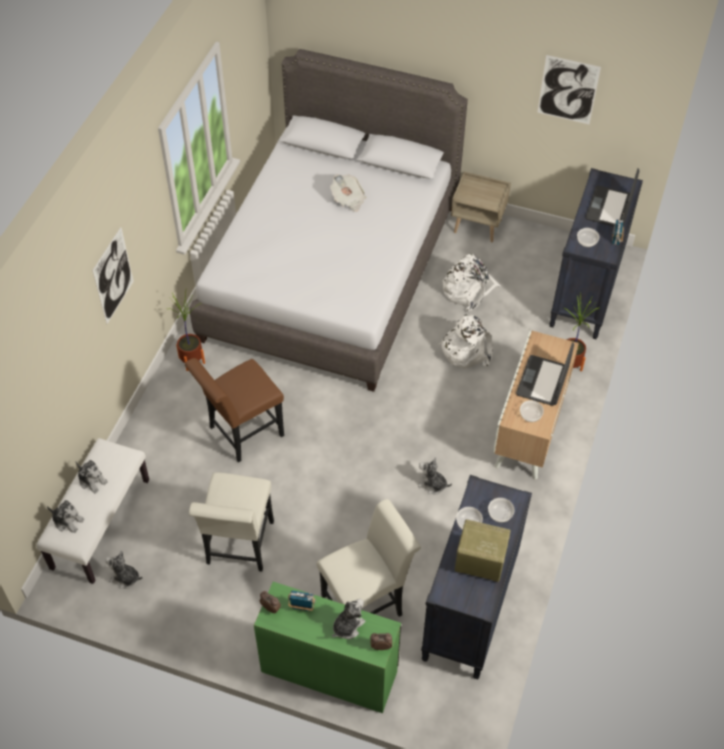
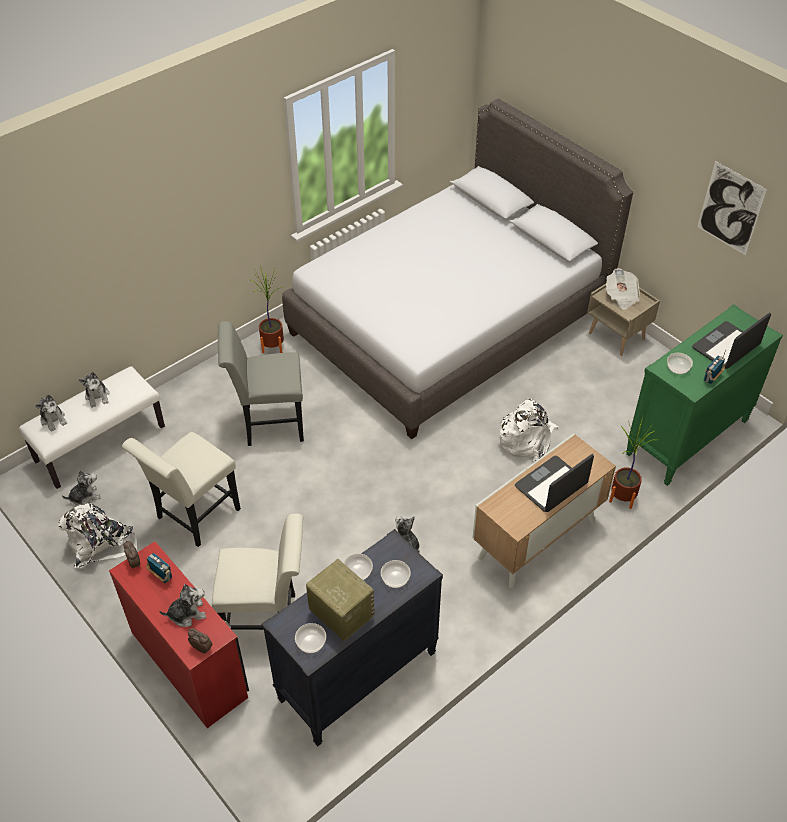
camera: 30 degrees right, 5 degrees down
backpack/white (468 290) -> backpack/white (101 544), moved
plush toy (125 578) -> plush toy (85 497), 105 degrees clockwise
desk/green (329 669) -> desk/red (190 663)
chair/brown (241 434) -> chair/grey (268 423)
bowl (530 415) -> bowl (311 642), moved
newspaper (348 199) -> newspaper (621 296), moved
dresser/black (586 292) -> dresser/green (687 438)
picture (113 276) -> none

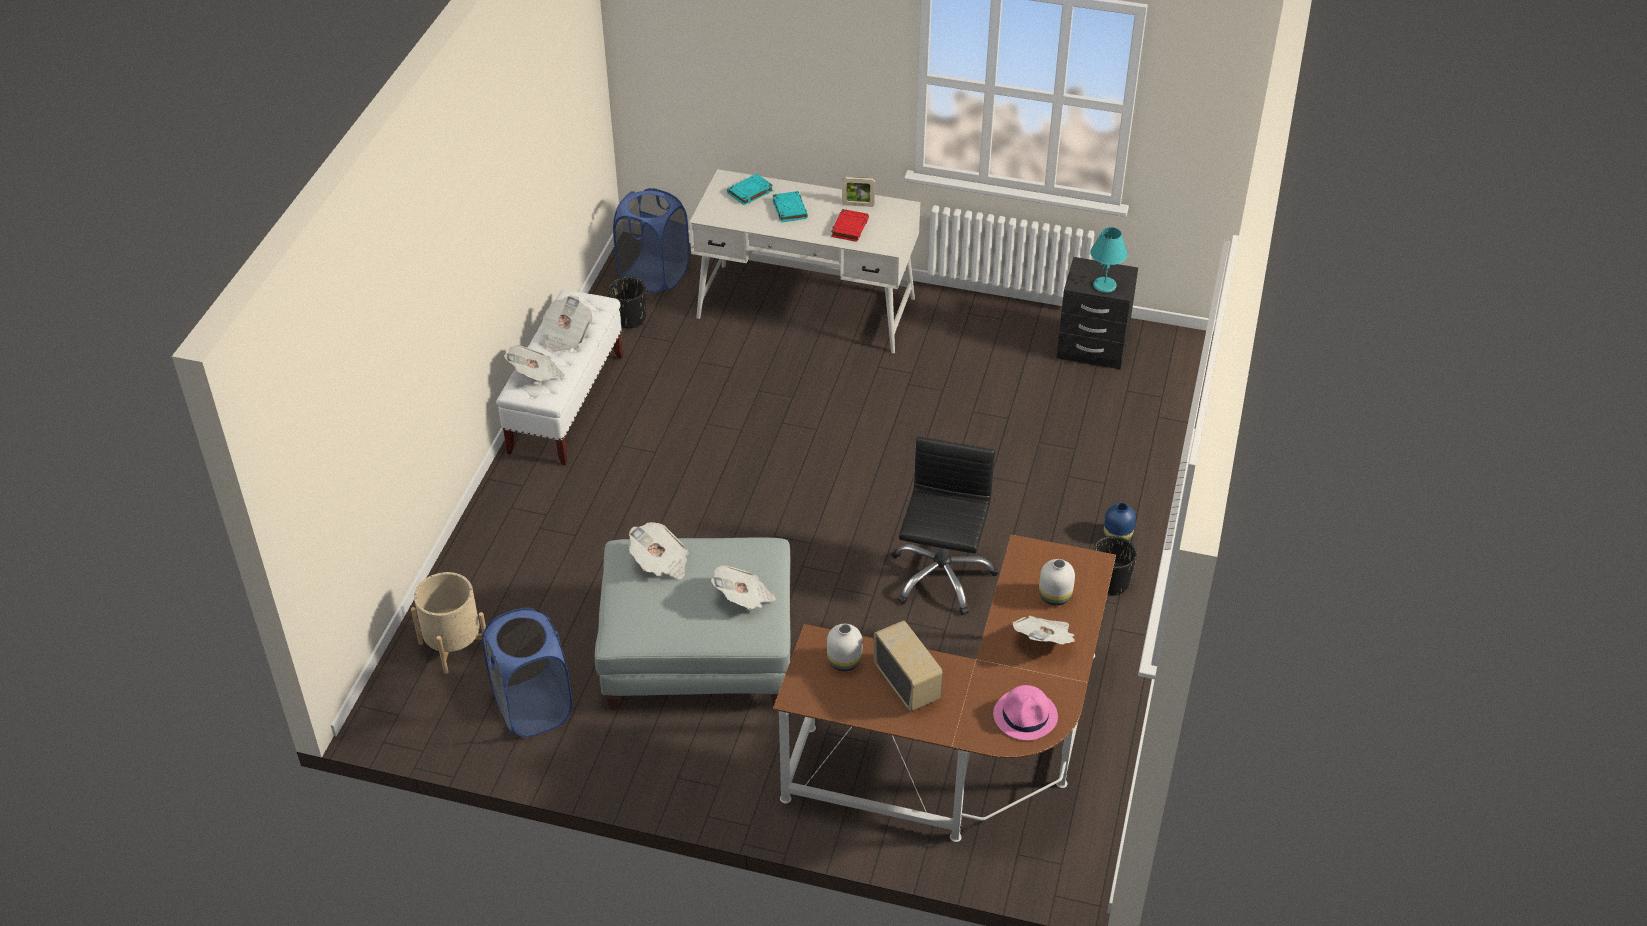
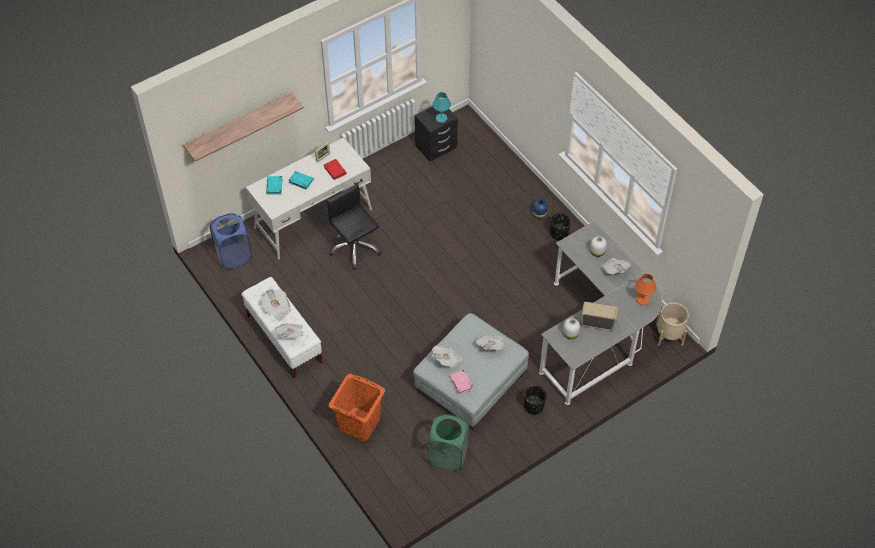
camera: 50 degrees left, 10 degrees up
none -> shelf (239 125)
office chair/black (941 576) -> office chair/black (355 248), moved
none -> laundry basket/orange (359 424)
laundry basket/blue (533 707) -> laundry basket/green (448 455)
none -> book/pink (461 383)
planter/black (629 319) -> planter/black (533 406), moved
desk/brown (966 753) -> desk/grey (596 334)
hat/pink (1026 716) -> table lamp/orange (642 299)
planter/beige (454 645) -> planter/beige (669 335), moved

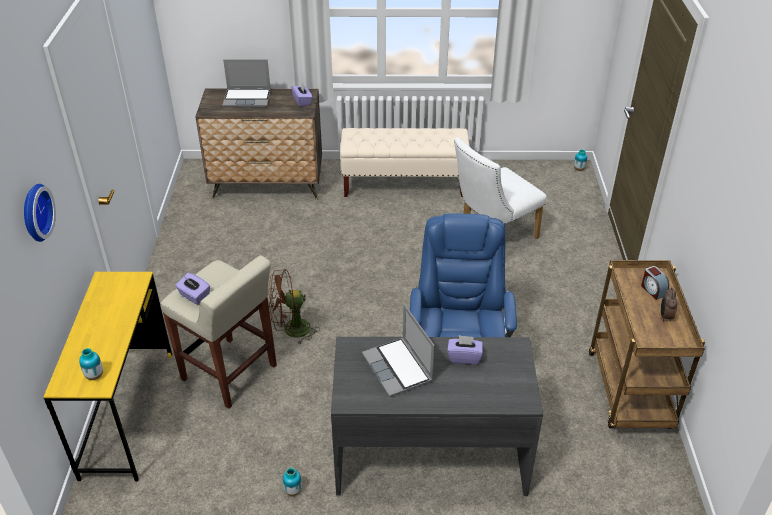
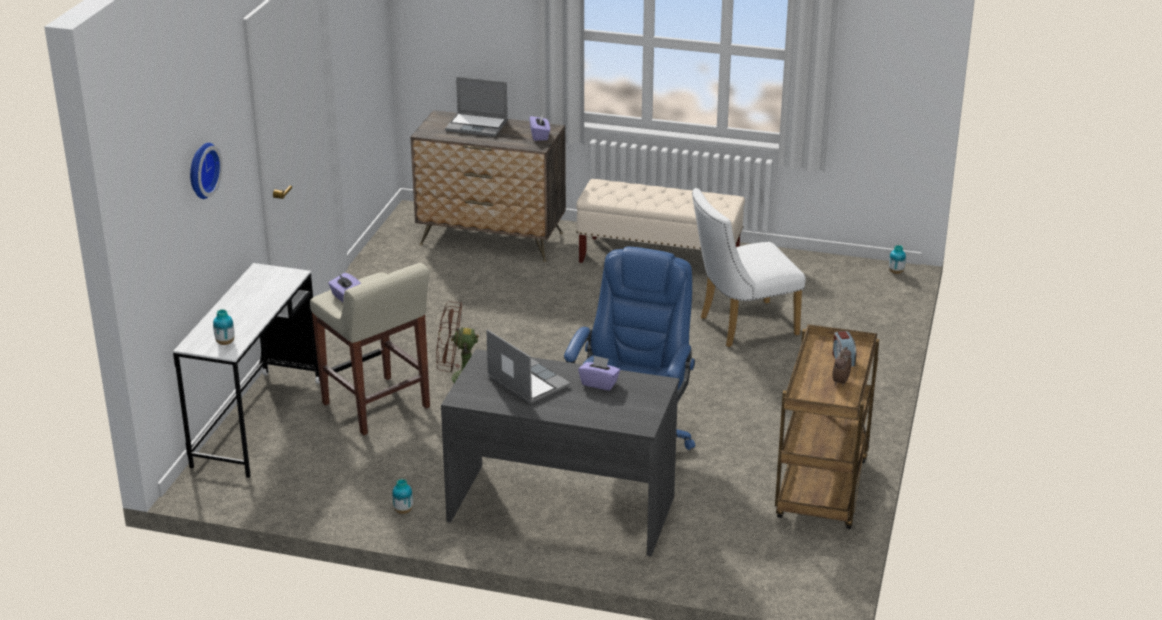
camera: 15 degrees right, 10 degrees down
desk/yellow (128 413) -> desk/white (257 423)
laptop (399 368) -> laptop (526 382), 150 degrees clockwise

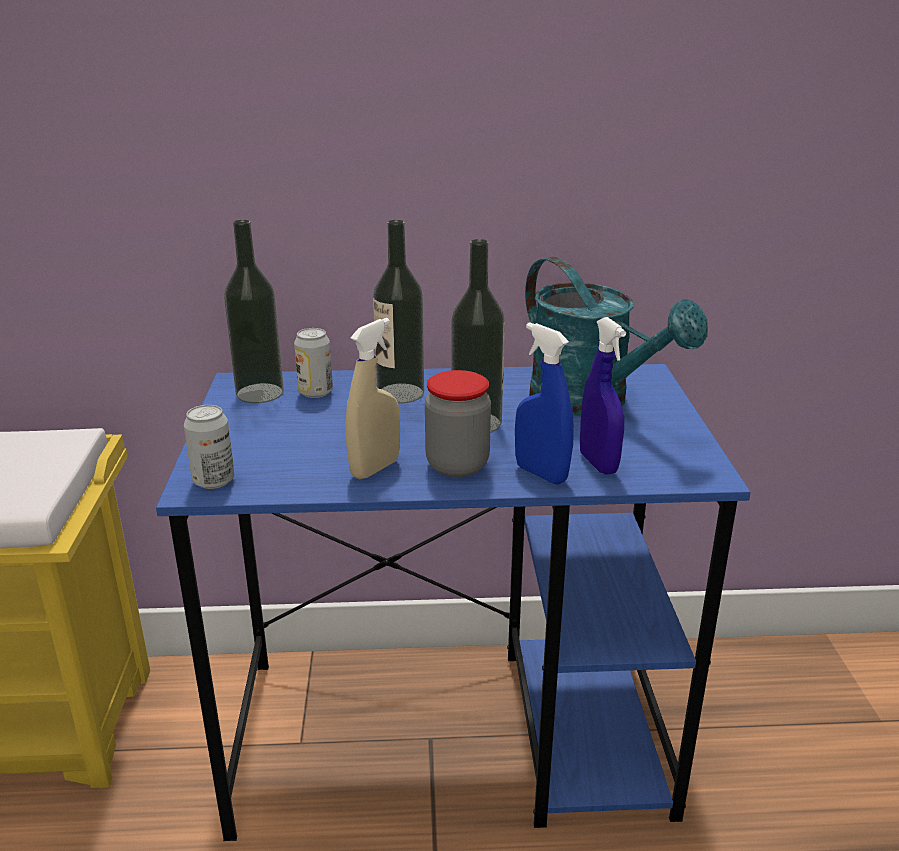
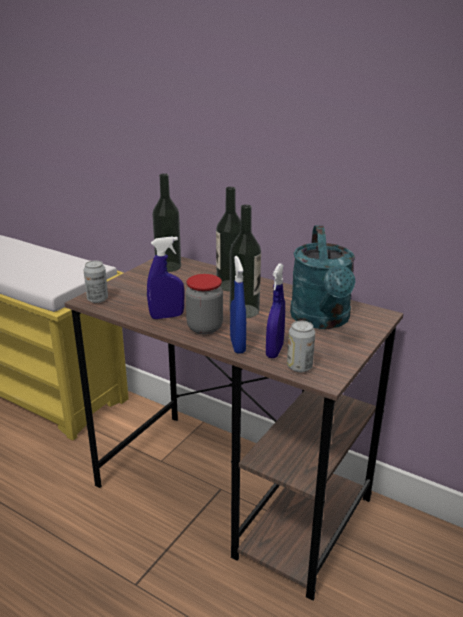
camera: 35 degrees right, 0 degrees up
desk/blue (453 735) -> desk/brown (232 493)
spray bottle/beige (375 468) -> spray bottle/blue (167 316)
can (315 392) -> can (299 367), moved

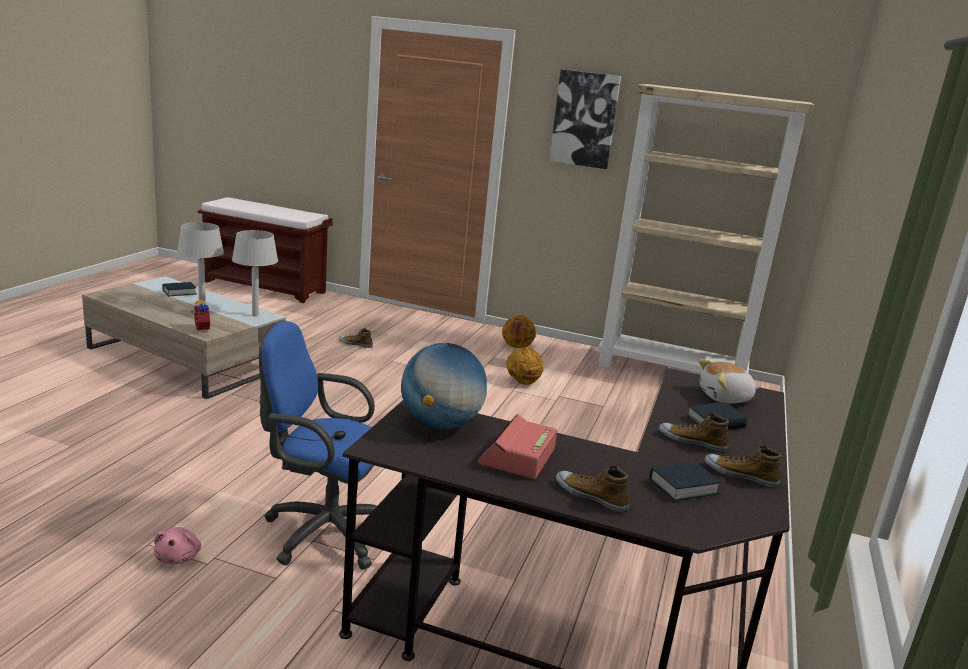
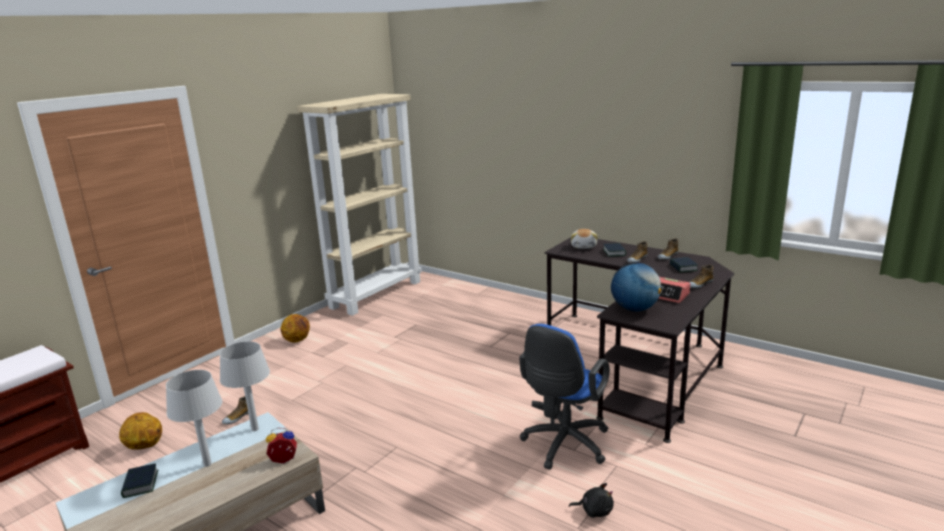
camera: 70 degrees left, 0 degrees up
basketball (522 382) -> basketball (144 446), moved
plush toy/pink (178 557) -> plush toy/black (594 510)
picture (584 119) -> none

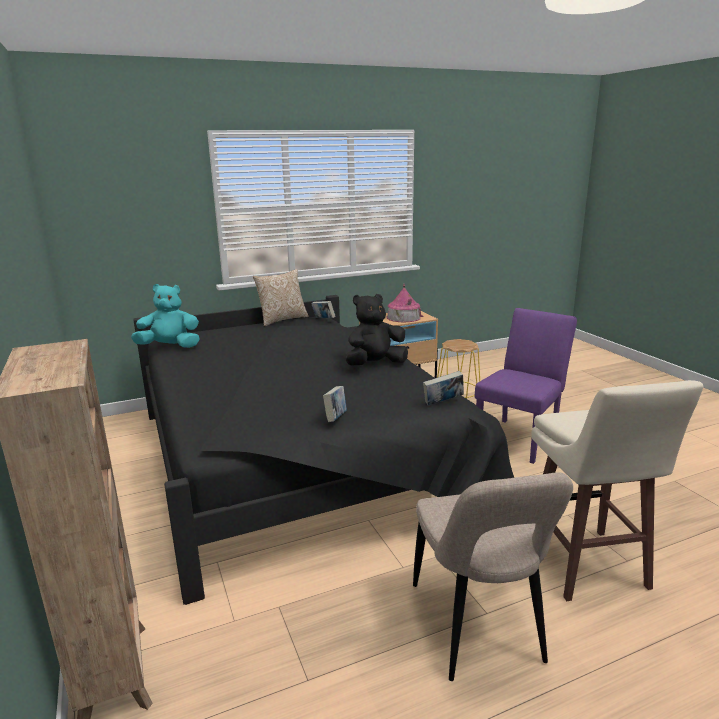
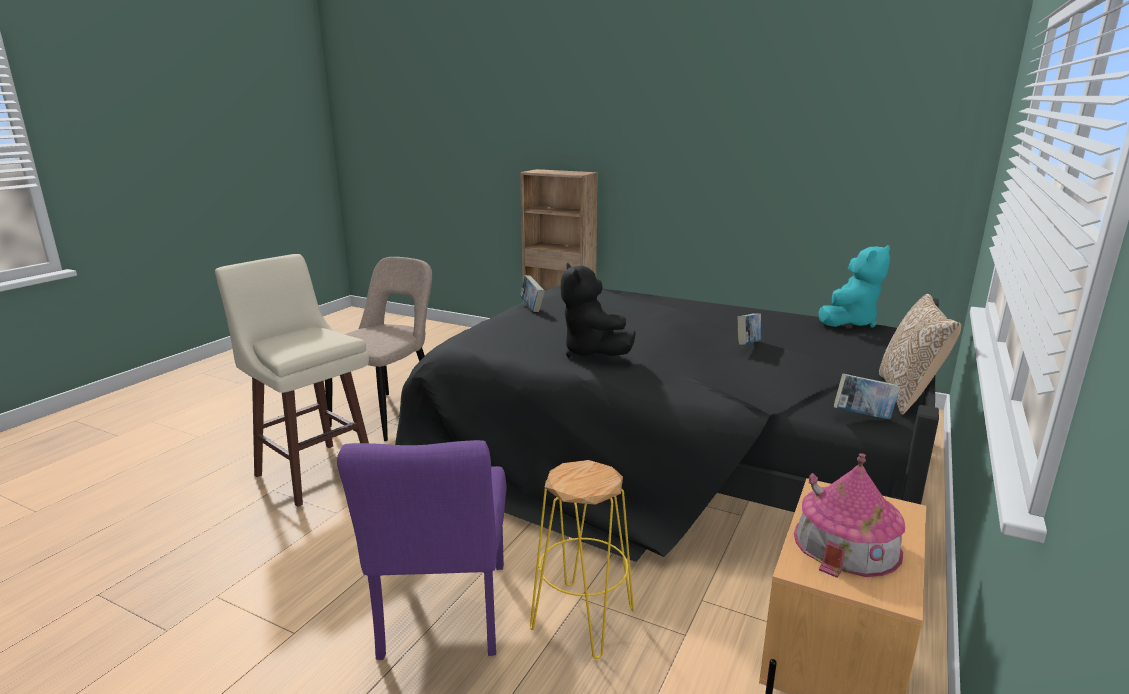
camera: 140 degrees right, 0 degrees up
chair/beige (478 627) -> chair/beige (390 414), 75 degrees clockwise
plush toy/black (375 364) -> plush toy/black (592 353), 135 degrees clockwise
book (443 403) -> book (748 345), moved

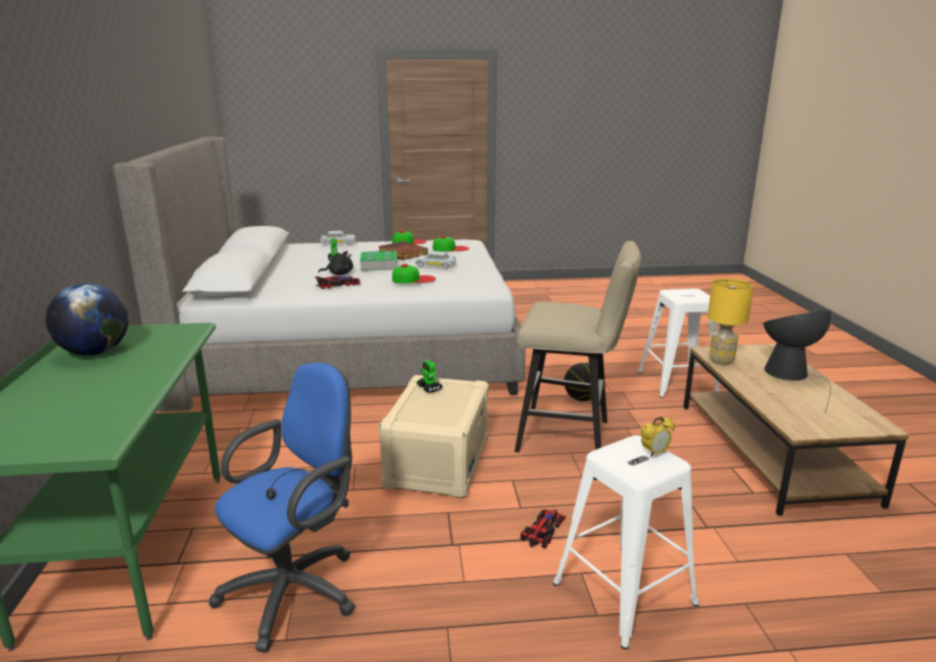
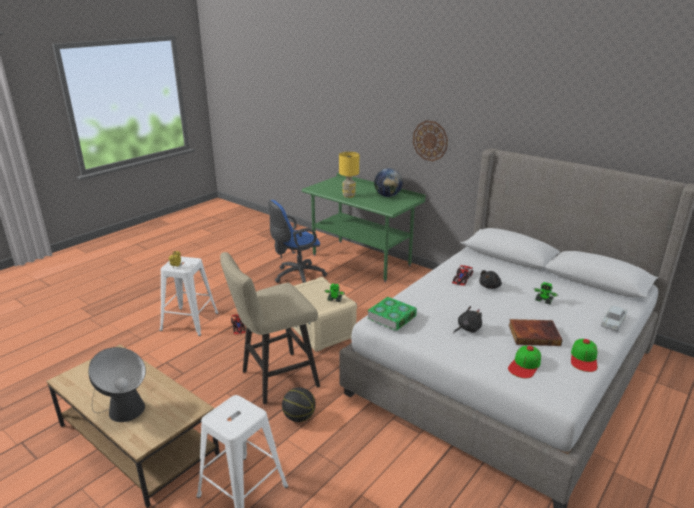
camera: 135 degrees right, 5 degrees up
office chair/blue (297 589) -> office chair/blue (297 276), 60 degrees clockwise
table lamp/yellow (720 361) -> table lamp/yellow (349 196), moved
book (379 265) -> book (391 317), moved
none -> wall clock (430 140)
toy car/white (435 266) -> plush toy/black (467 329)
cap (414 279) -> none

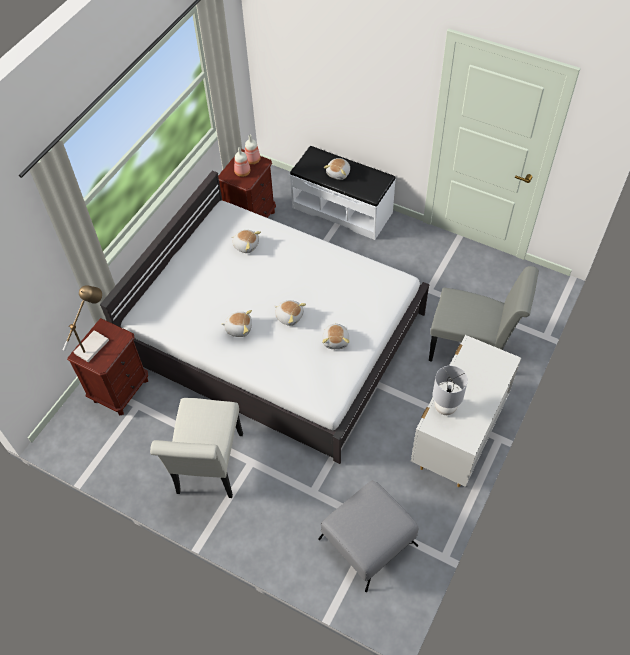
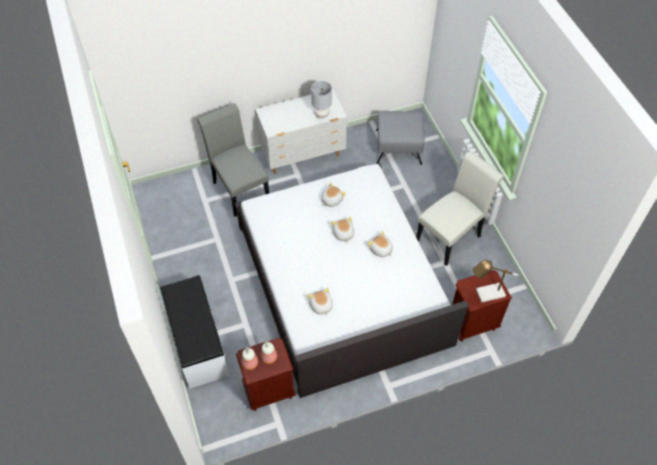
camera: 140 degrees left, 0 degrees up
plush toy (339 173) -> none

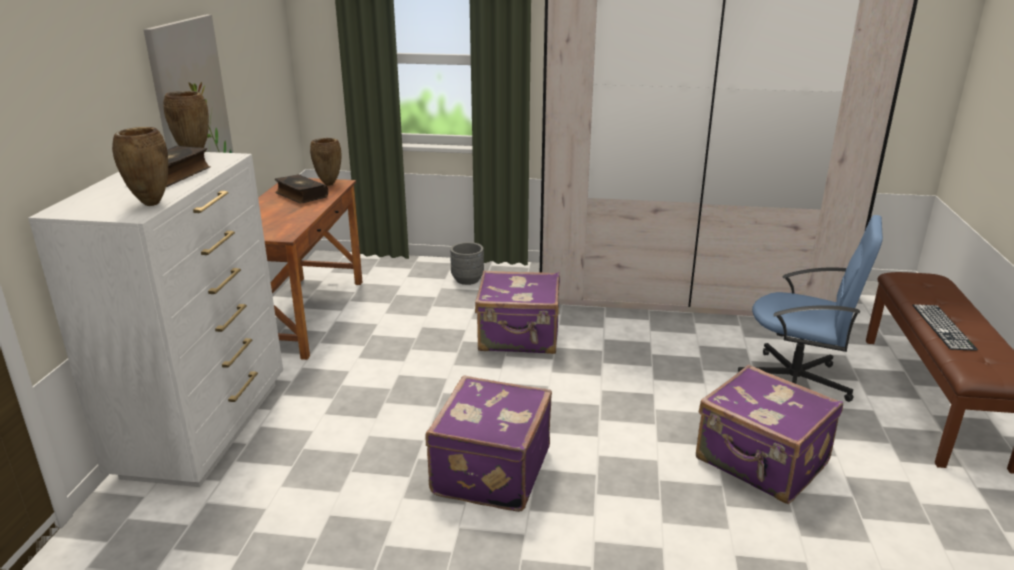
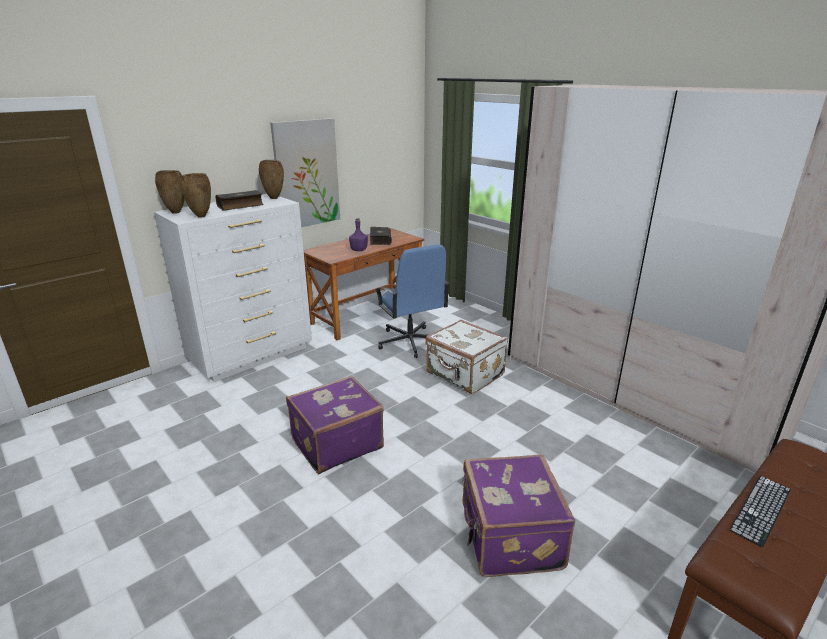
camera: 40 degrees right, 0 degrees up
vase/brown (329 184) -> vase/brown (176 212), moved
none -> bottle/purple (359 250)
office chair/blue (796 382) -> office chair/blue (410 342), moved
suitcase/purple (519 337) -> suitcase/white (464 374)
planter/grey (467 280) -> none

